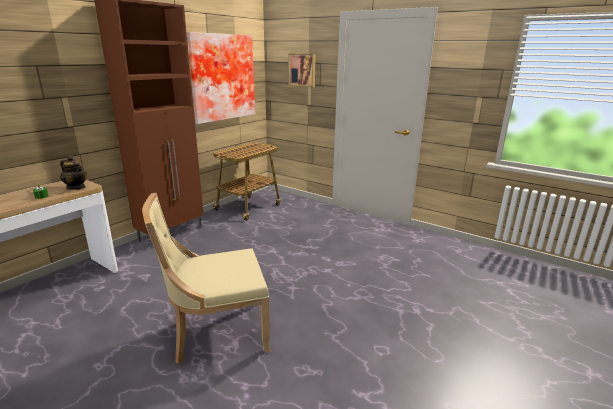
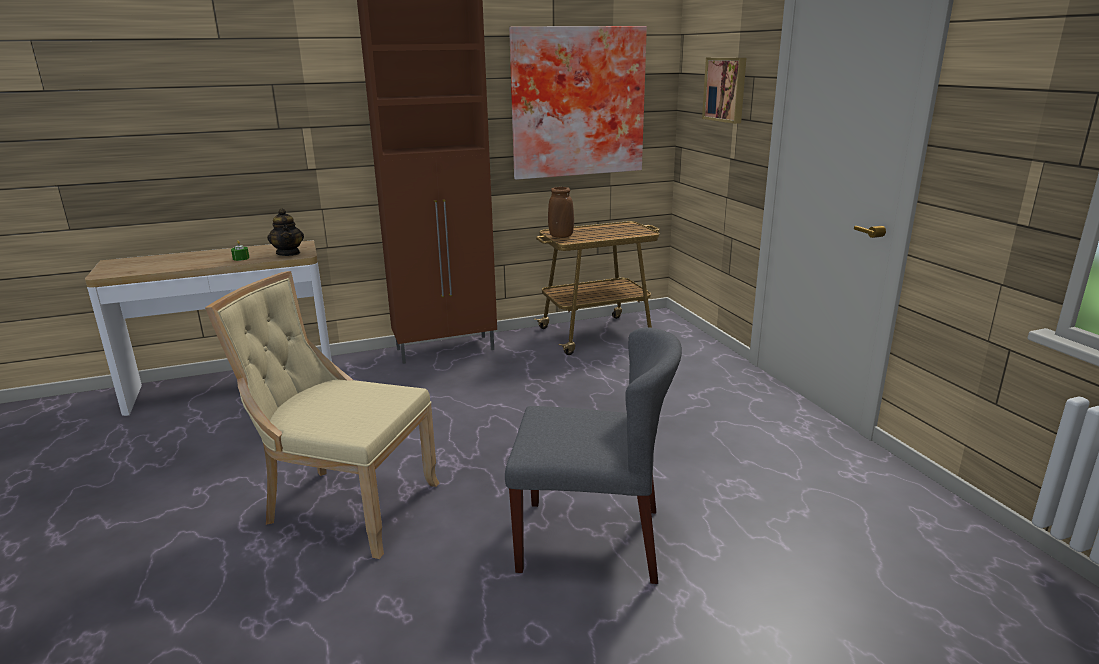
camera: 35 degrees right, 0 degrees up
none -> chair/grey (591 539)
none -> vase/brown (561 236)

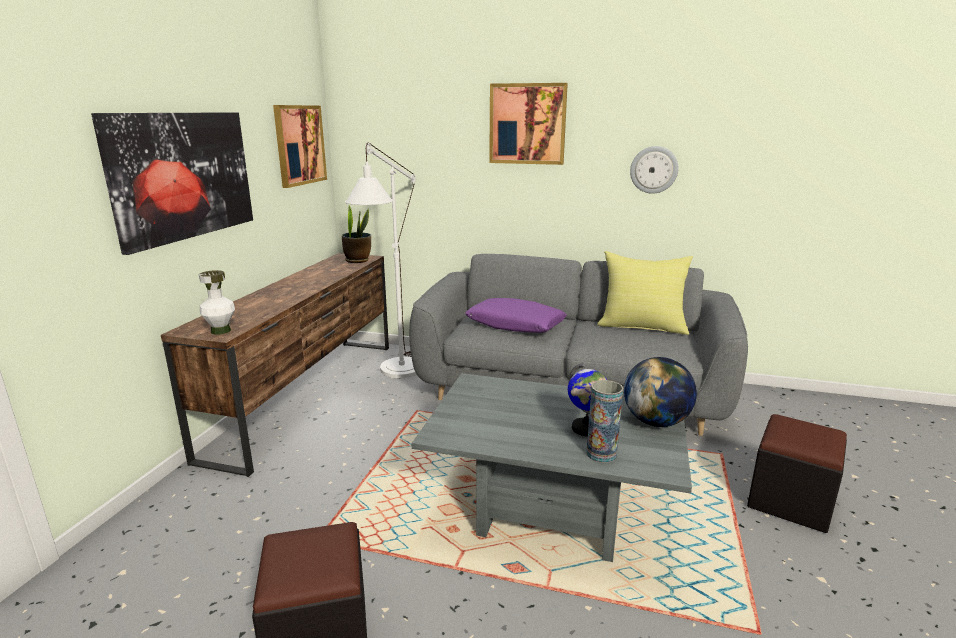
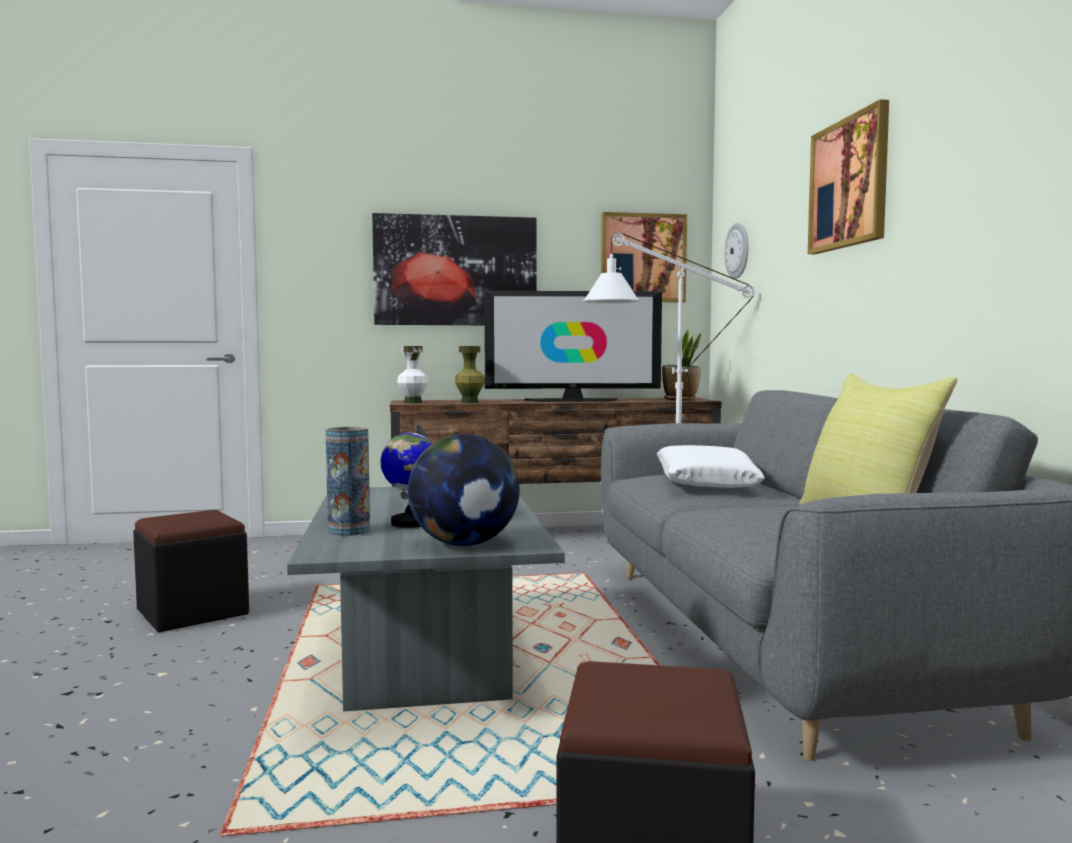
camera: 65 degrees right, 15 degrees down
none -> vase/green (469 402)
none -> television (572 400)
pillow/purple (515 325) -> pillow/white (705 483)
wall clock (654 169) -> wall clock (738 251), moved

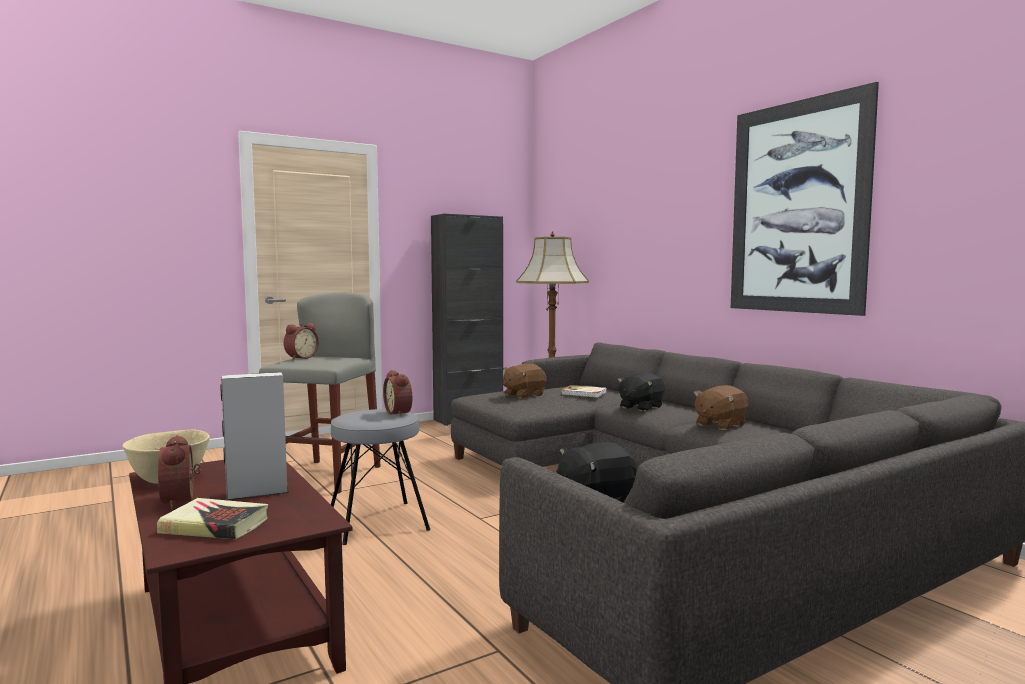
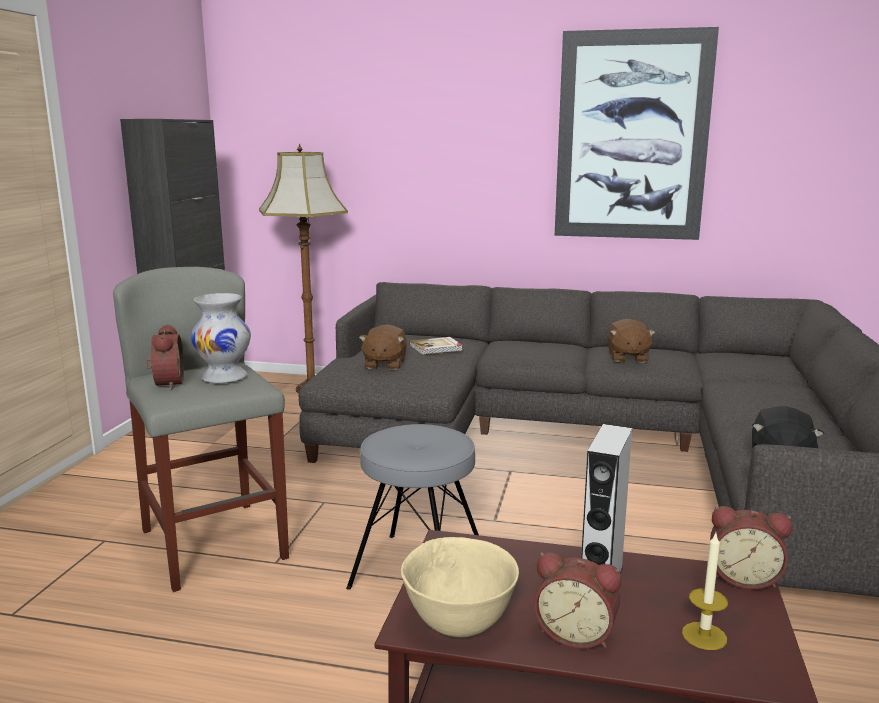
camera: 45 degrees left, 10 degrees up
none -> vase/white (223 377)
book (215 526) -> candle (704 636)
alarm clock (400 413) -> alarm clock (743 578), moved
plush toy/black (640 407) -> none

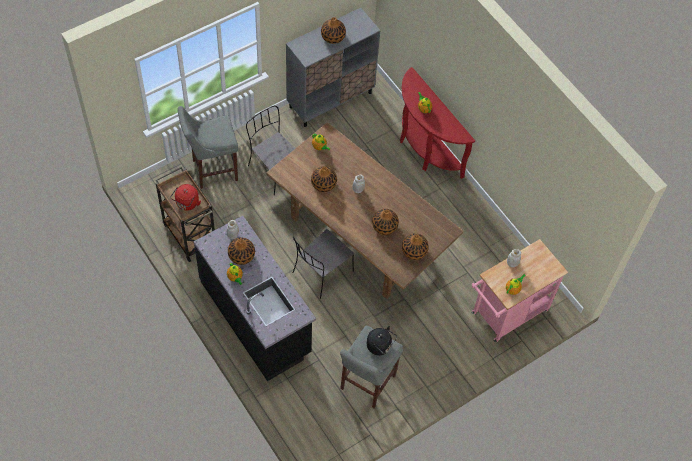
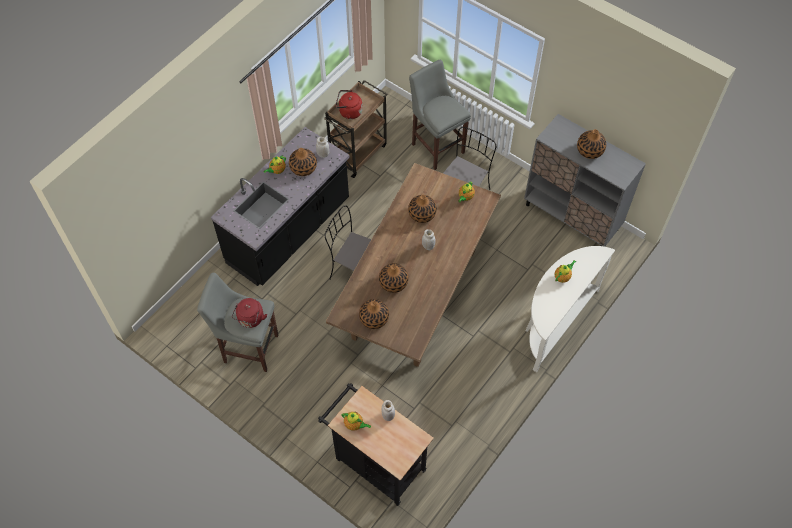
camera: 75 degrees right, 0 degrees up
kettle/black (380 346) -> kettle/red (250 319)
cart/pink (506 314) -> cart/black (376 462)
console table/red (424 148) -> console table/white (554 322)

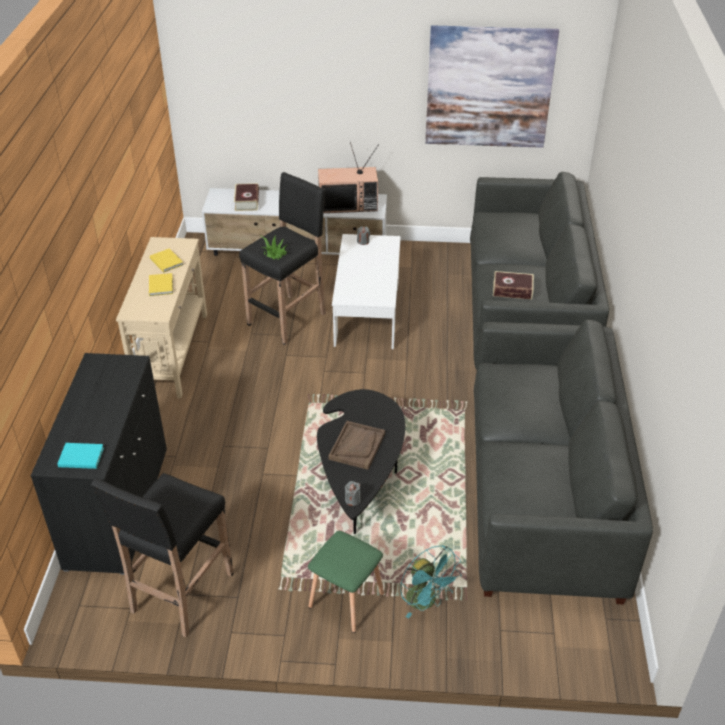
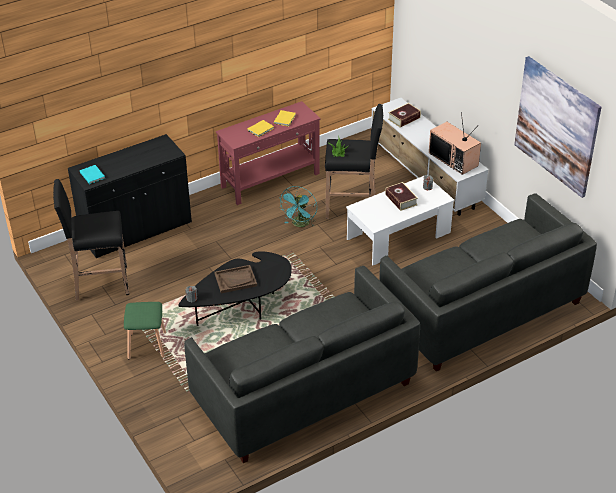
camera: 55 degrees right, 0 degrees up
console table/beige (172 352) -> console table/red (271 180)
fan/turquoise (426 602) -> fan/turquoise (300 224), moved
book (512 290) -> book (401 200), moved

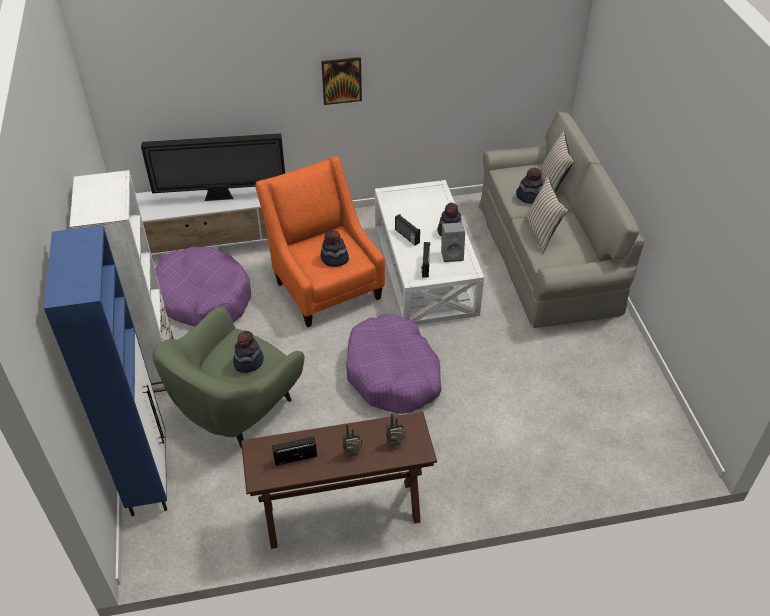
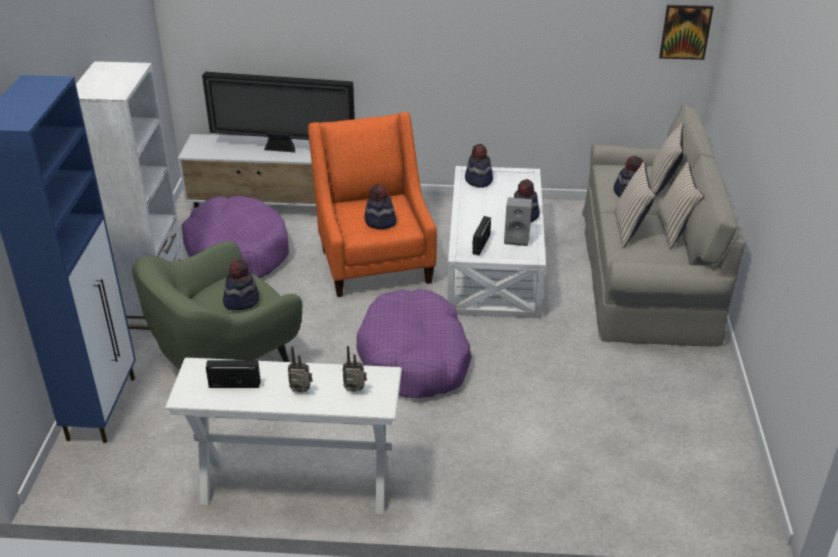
camera: 15 degrees right, 10 degrees down
console table/brown (342 513) -> console table/white (296 485)
none -> hat (478 180)
none -> pillow/beige (674 230)
picture (341 80) -> picture (685 31), moved
radio (406 236) -> none

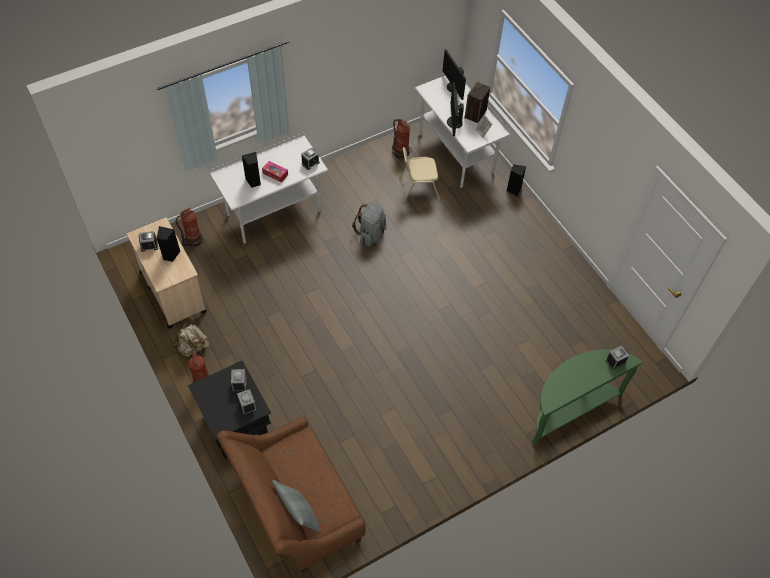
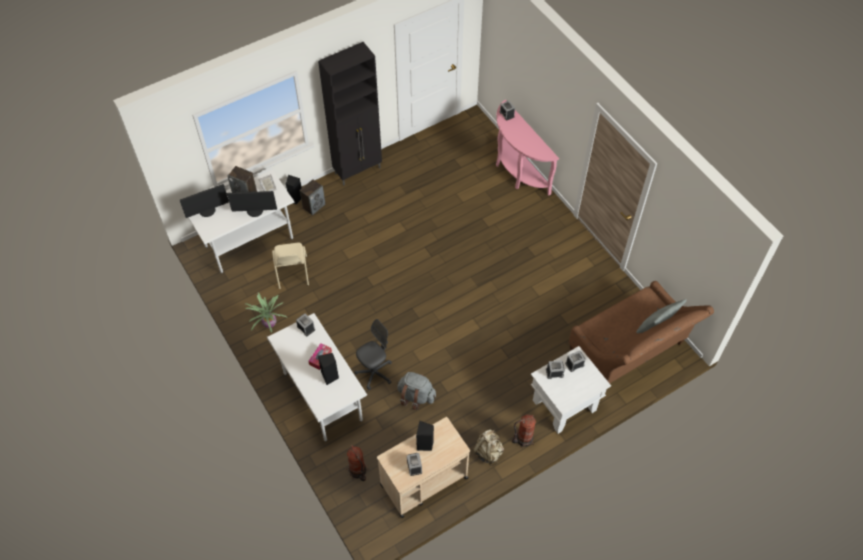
camera: 90 degrees left, 0 degrees up
none -> potted plant (269 322)
none -> speaker (314 206)
none -> cabinet/black (358 170)
none -> office chair/grey (374 373)
backpack/grey (371 234) -> backpack/grey (416 396), moved
console table/green (569 409) -> console table/pink (517 171)
side table/black (236 426) -> side table/white (563 405)
fire extinguisher (401 152) -> none

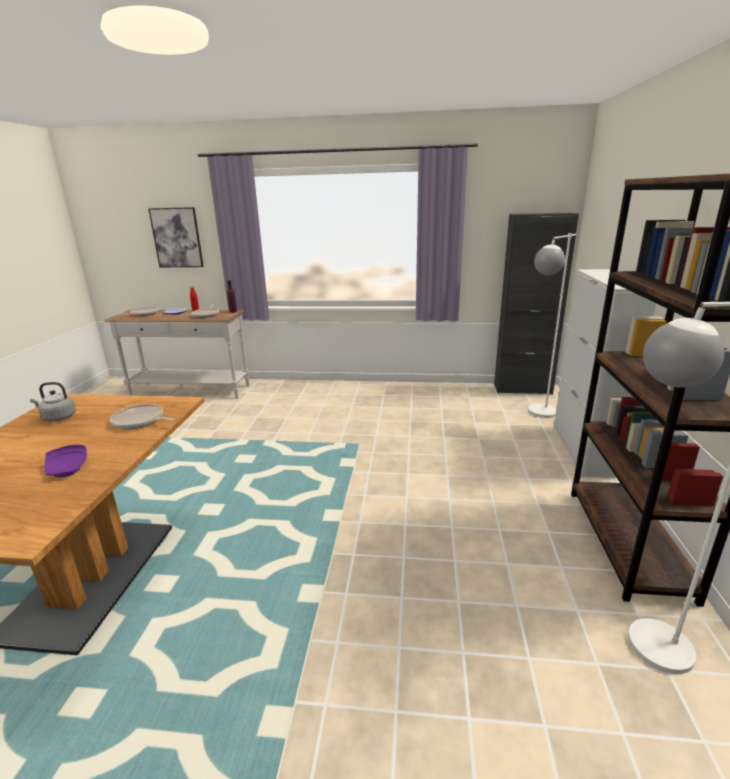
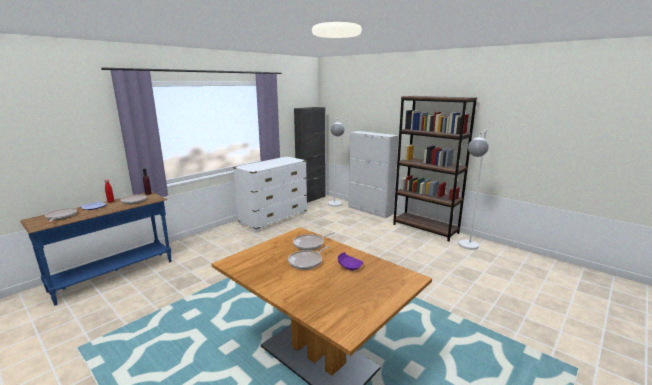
camera: 55 degrees left, 5 degrees down
console table/white (189 391) -> console table/blue (114 276)
none -> dresser/white (274 218)
none -> frying pan (307 262)
kettle/grey (57 417) -> none
picture (177 238) -> none

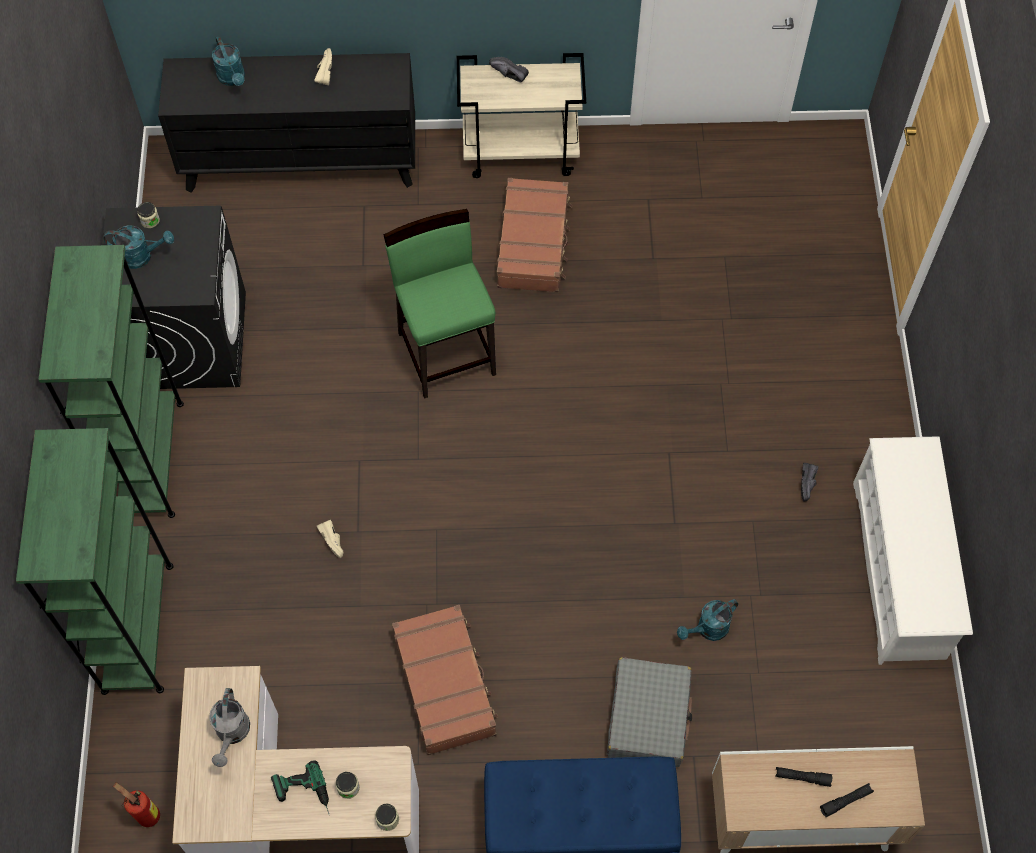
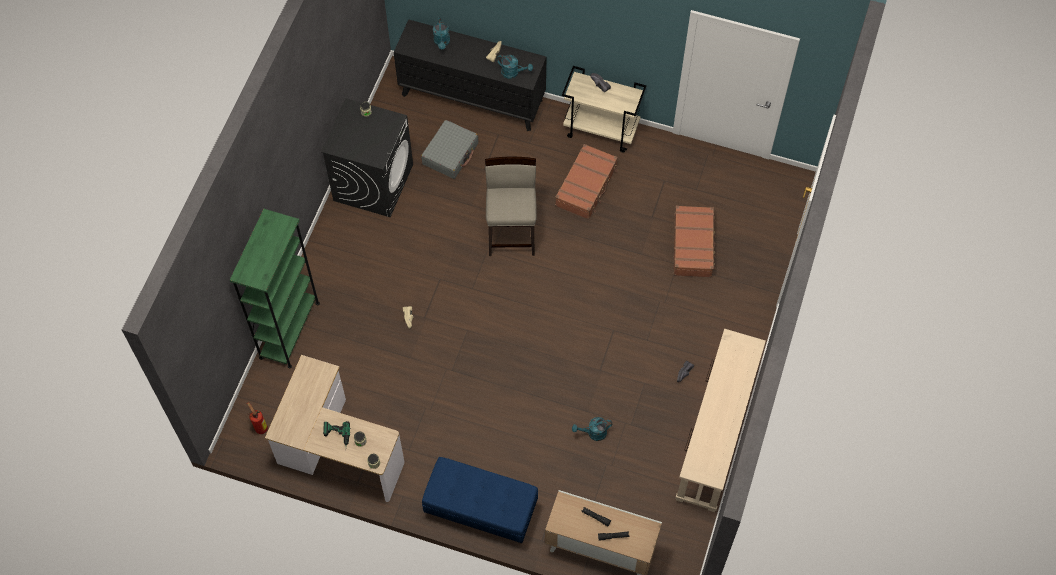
camera: 20 degrees right, 0 degrees up
suitcase/grey (648 717) -> suitcase/grey (450 154), moved
stool/green (447 352) -> stool/beige (512 234)
watering can/turquoise (142 256) -> watering can/turquoise (513 73), moved
suitcase/brown (445 684) -> suitcase/brown (693 245), moved
shoe rack/white (899 570) -> console table/beige (715 437)
bookcase/green (150 459) -> none
watering can/grey (232 734) -> none

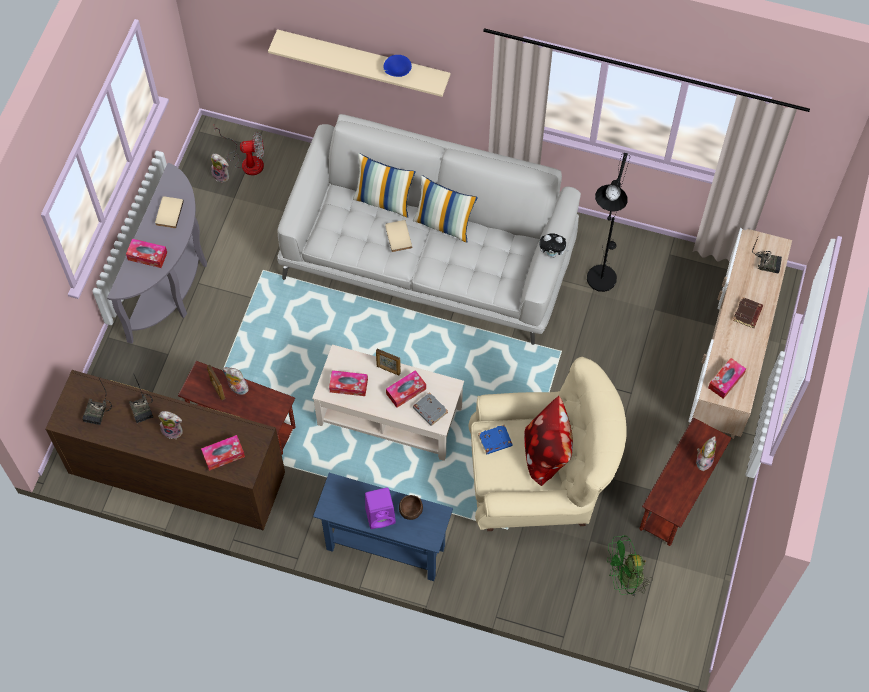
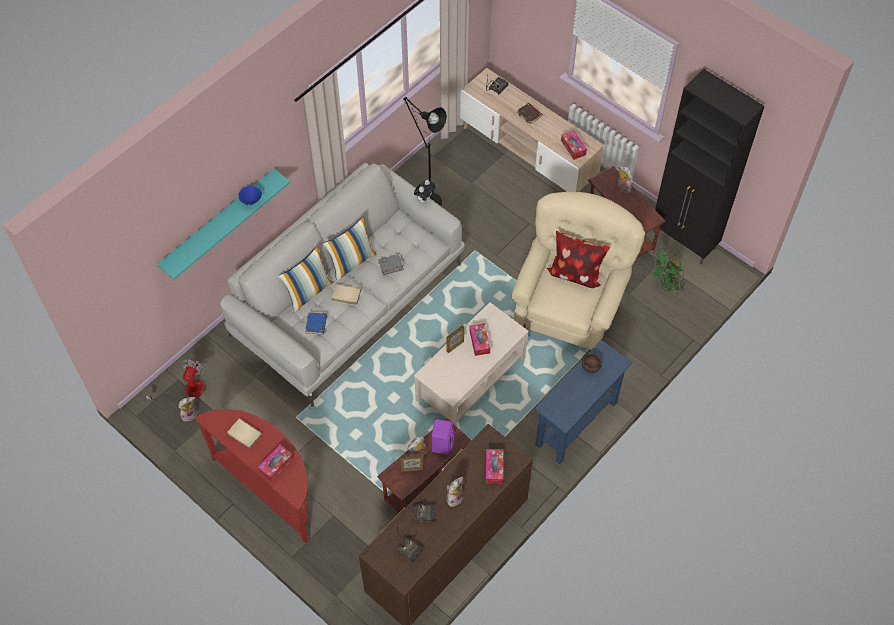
camera: 65 degrees left, 5 degrees down
shelf/beige (363 60) -> shelf/turquoise (218 223)
console table/grey (173 284) -> console table/red (271 488)
book/blue (495 441) -> book/blue (316 325), moved
book/grey (429 410) -> book/grey (390 266), moved
speaker/purple (381 515) -> speaker/purple (442 443), moved
fan/green (624 578) -> fan/green (666 286), 45 degrees clockwise
none -> cabinet/black (684 241)
tissue box (348 385) -> none

